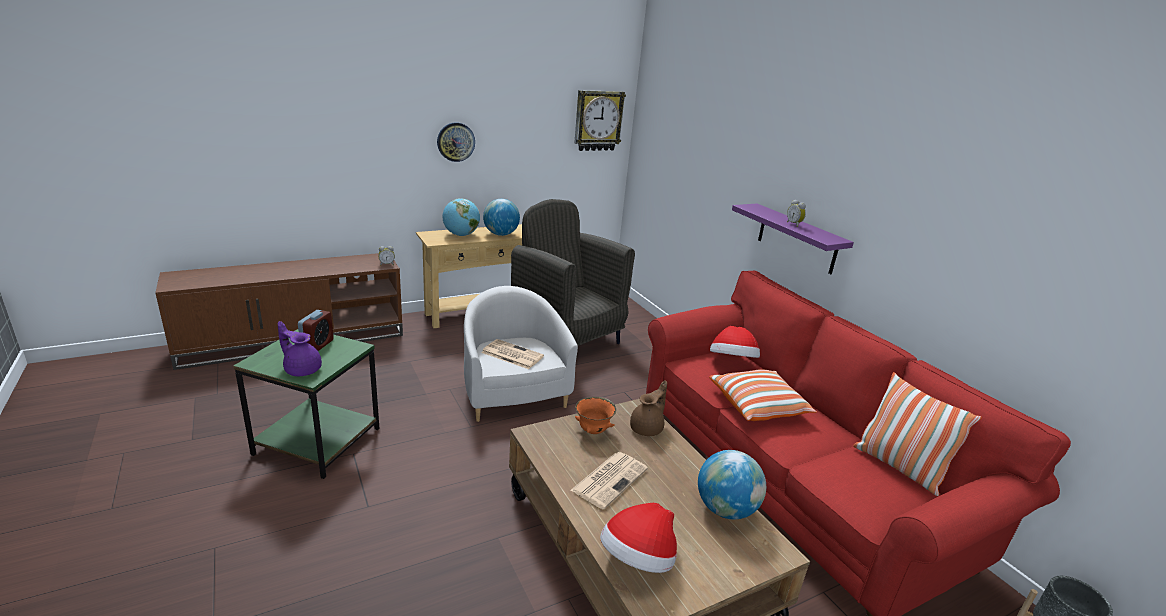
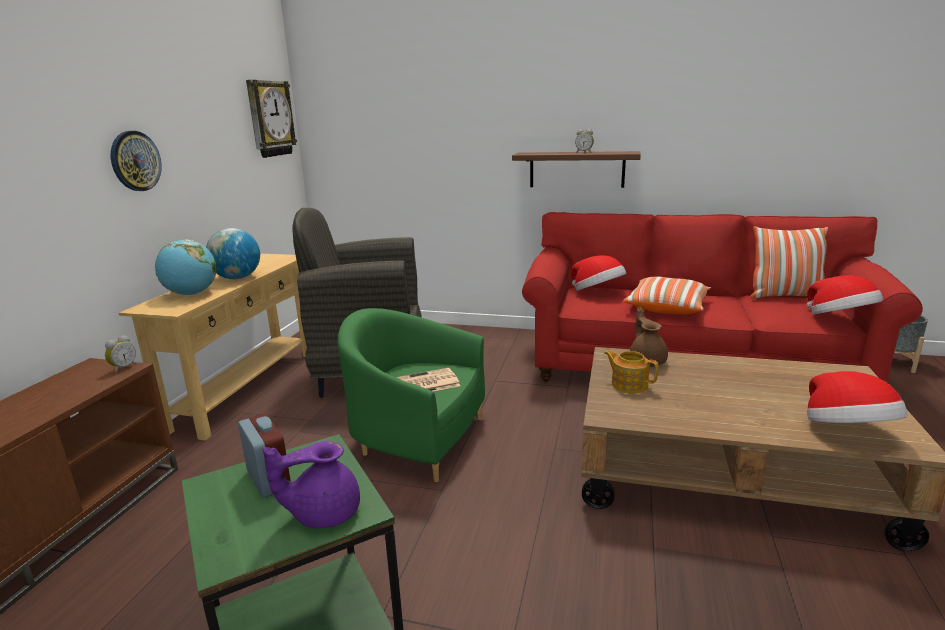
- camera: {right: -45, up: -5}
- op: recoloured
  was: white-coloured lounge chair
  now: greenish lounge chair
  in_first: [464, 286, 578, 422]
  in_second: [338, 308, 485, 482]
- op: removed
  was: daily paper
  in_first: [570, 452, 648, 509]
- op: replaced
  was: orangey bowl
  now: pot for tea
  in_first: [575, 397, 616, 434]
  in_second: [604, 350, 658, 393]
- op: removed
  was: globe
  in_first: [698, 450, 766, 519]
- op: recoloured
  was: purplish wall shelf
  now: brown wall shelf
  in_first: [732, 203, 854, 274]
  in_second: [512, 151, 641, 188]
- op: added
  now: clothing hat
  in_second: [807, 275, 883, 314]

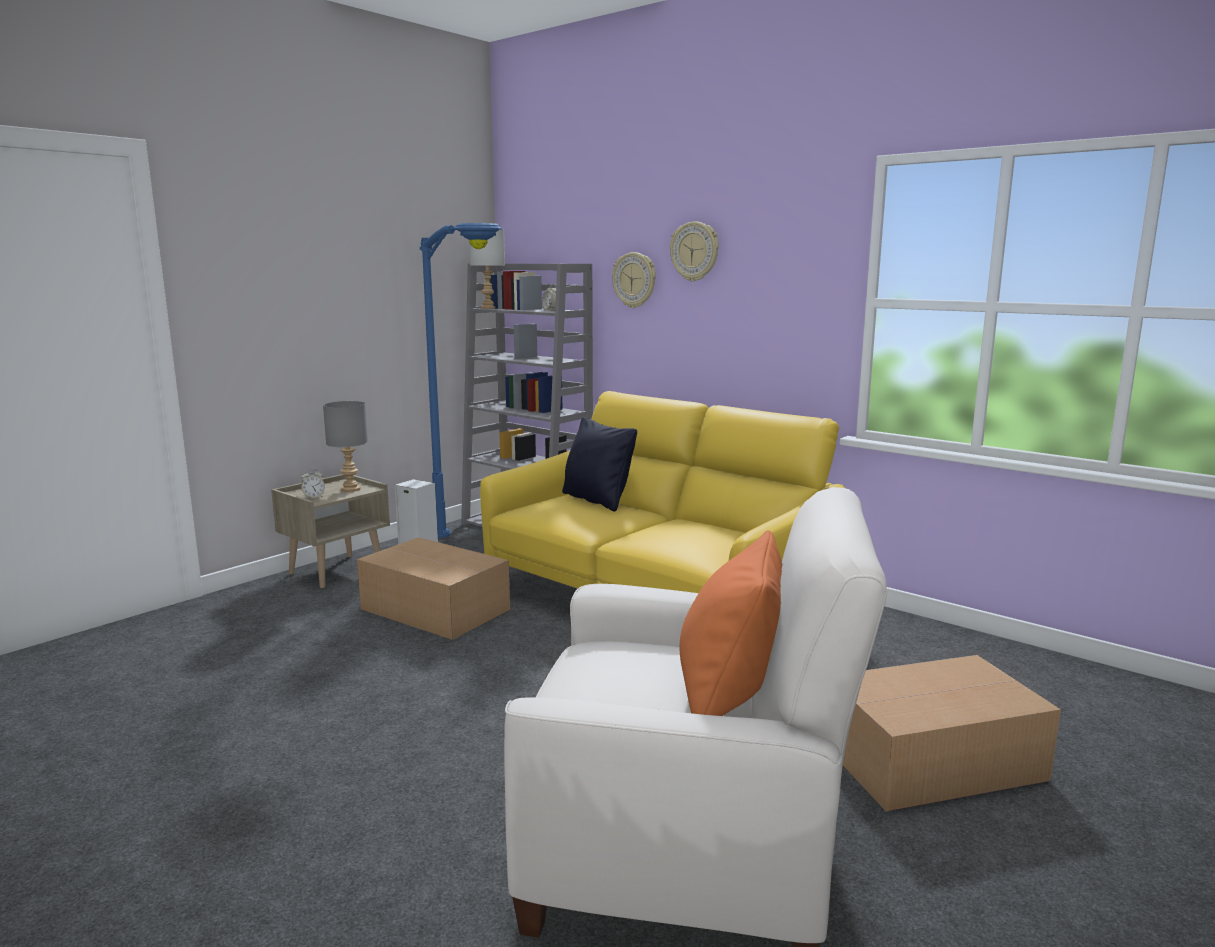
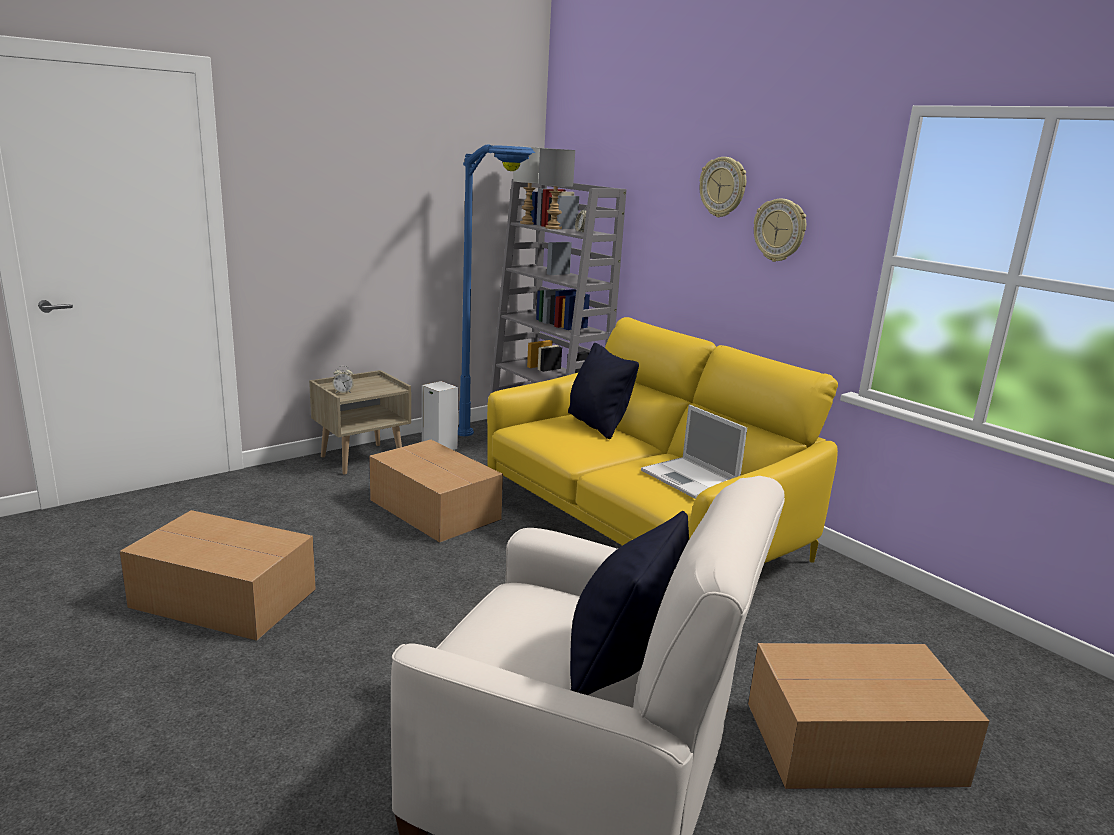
- camera: {right: 10, up: 5}
- op: moved
  was: gray tabletop lamp
  in_first: [323, 401, 368, 492]
  in_second: [538, 148, 575, 229]
- op: moved
  was: clock on the wall
  in_first: [612, 252, 656, 308]
  in_second: [754, 199, 806, 262]
- op: recoloured
  was: orangey pillow
  now: black pillow
  in_first: [680, 530, 782, 716]
  in_second: [570, 511, 689, 695]
- op: added
  now: packing box
  in_second: [120, 510, 316, 641]
- op: added
  now: laptop
  in_second: [641, 405, 747, 499]

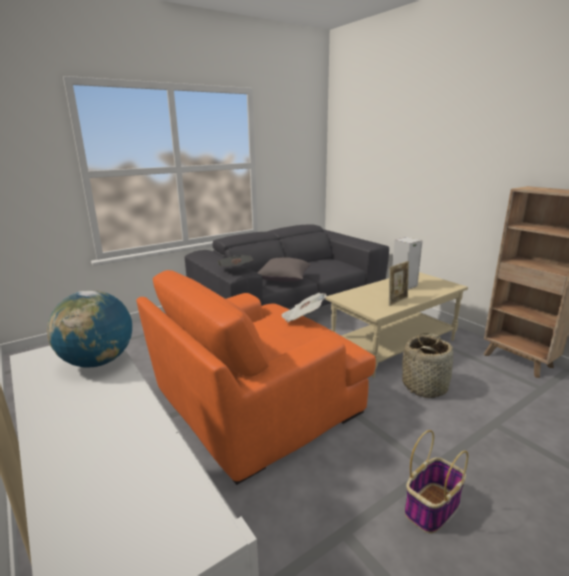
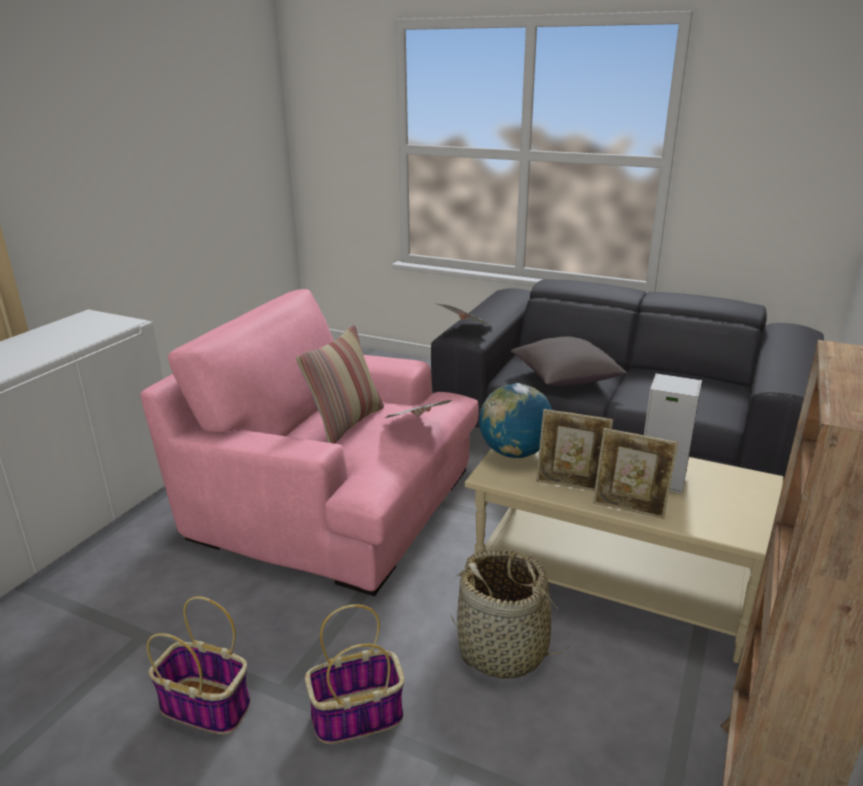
- camera: {right: 60, up: 5}
- op: moved
  was: globe
  in_first: [47, 290, 132, 368]
  in_second: [479, 383, 552, 458]
- op: recoloured
  was: orangey lounge chair
  now: pink-coloured lounge chair
  in_first: [137, 270, 376, 485]
  in_second: [140, 289, 479, 596]
- op: added
  now: pillow
  in_second: [296, 325, 384, 443]
- op: added
  now: storage basket
  in_second: [305, 604, 404, 744]
- op: added
  now: photo frame
  in_second: [593, 428, 679, 519]

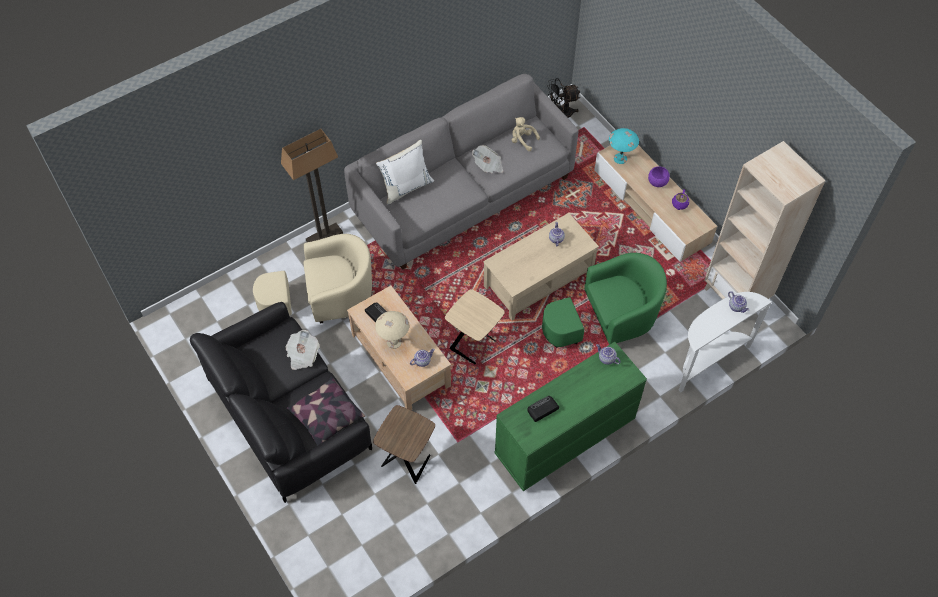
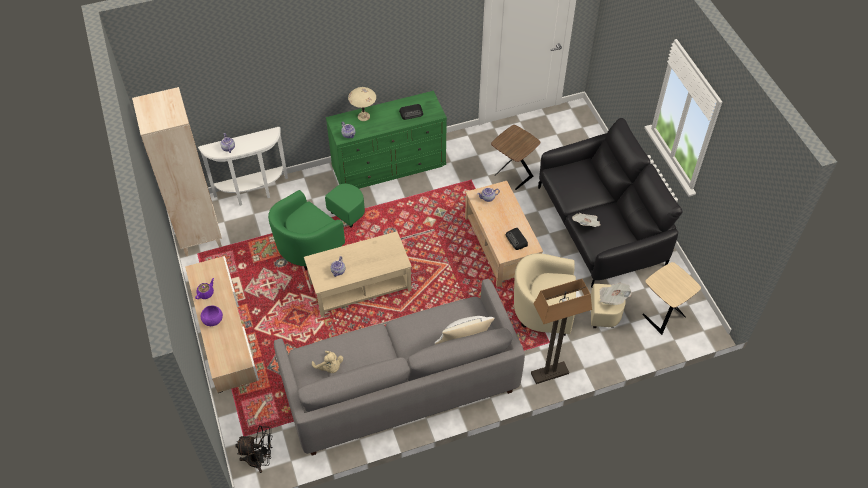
- camera: {right: -165, up: -5}
- op: removed
  was: pillow
  in_first: [287, 376, 365, 445]
- op: moved
  was: beige tabletop lamp
  in_first: [375, 311, 409, 349]
  in_second: [348, 87, 376, 121]
- op: moved
  was: beige end table
  in_first: [445, 289, 505, 364]
  in_second: [642, 262, 701, 335]
- op: moved
  was: daily paper
  in_first: [472, 145, 503, 173]
  in_second: [599, 283, 632, 305]
- op: turned
  was: greenish lounge chair
  in_first: [542, 253, 667, 348]
  in_second: [268, 184, 365, 270]
  clockwise: -45
- op: removed
  was: turquoise tabletop lamp
  in_first: [609, 128, 639, 164]

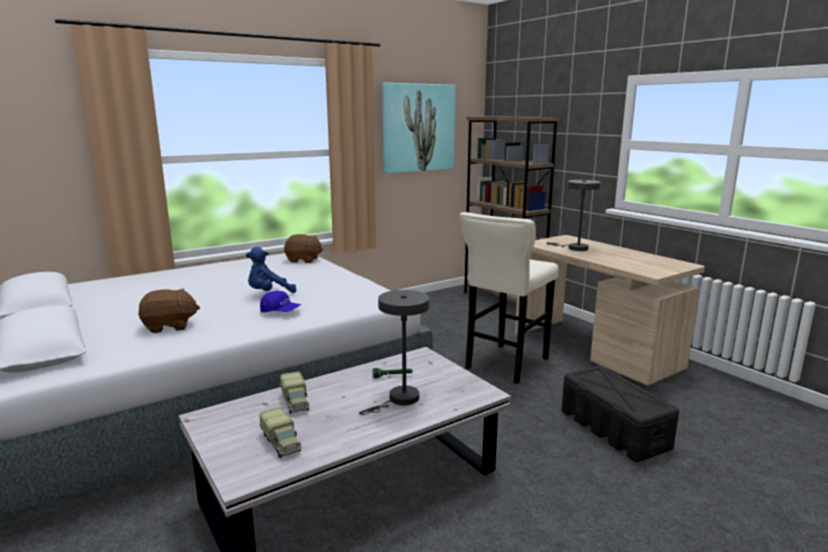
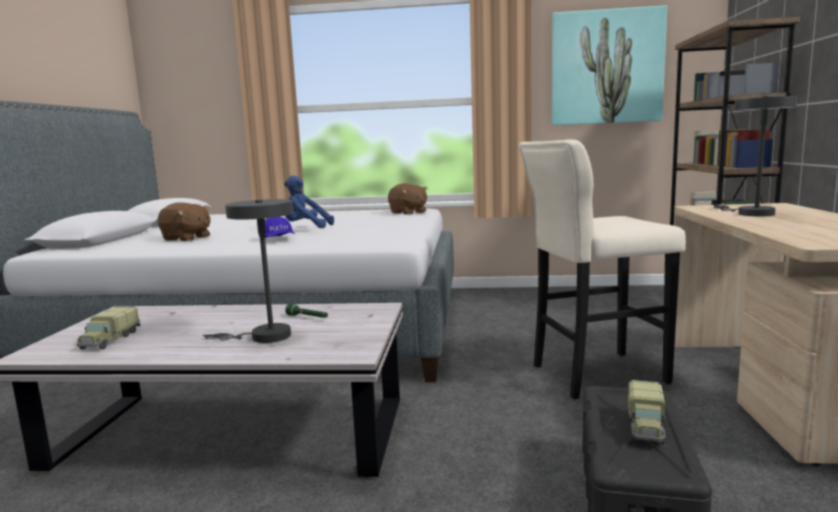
- camera: {right: 40, up: -5}
- op: moved
  was: toy truck
  in_first: [280, 371, 310, 414]
  in_second: [628, 380, 665, 444]

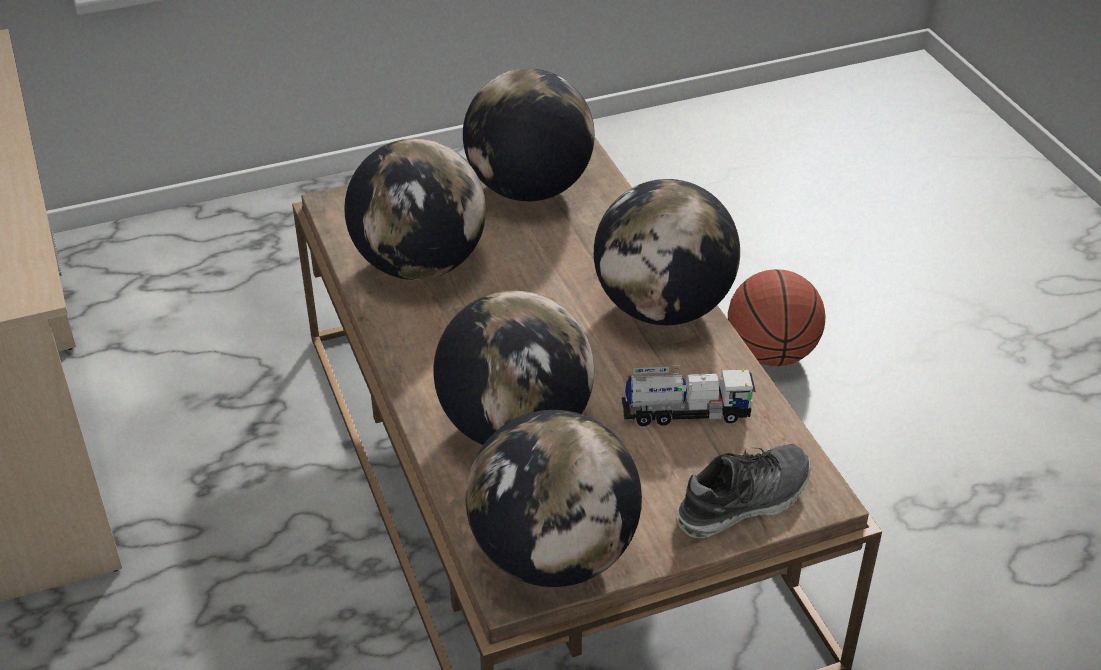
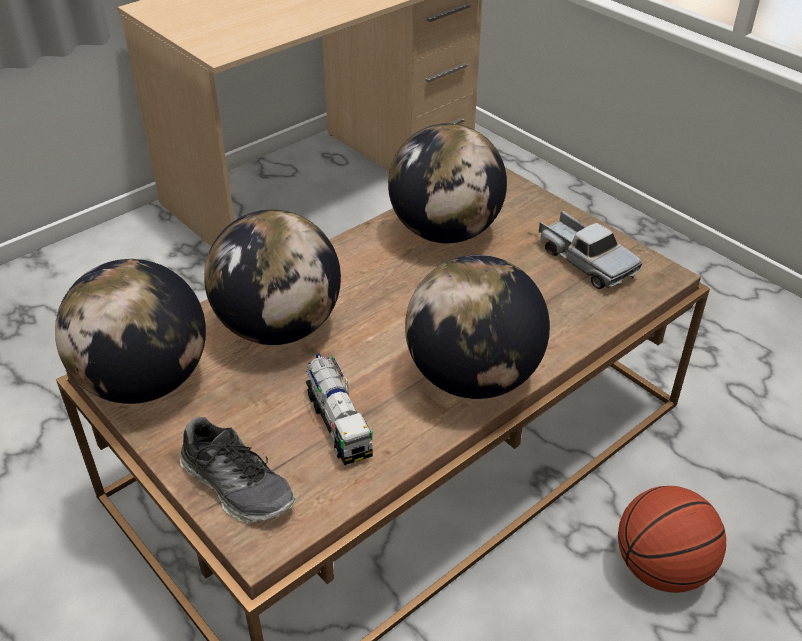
- camera: {right: 70, up: 0}
- op: replaced
  was: globe
  now: toy truck
  in_first: [463, 68, 595, 201]
  in_second: [539, 211, 642, 289]

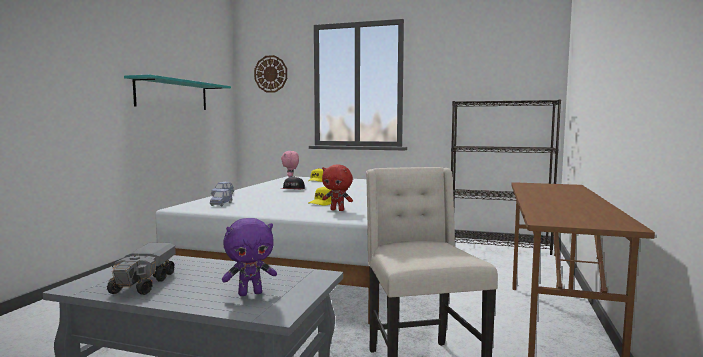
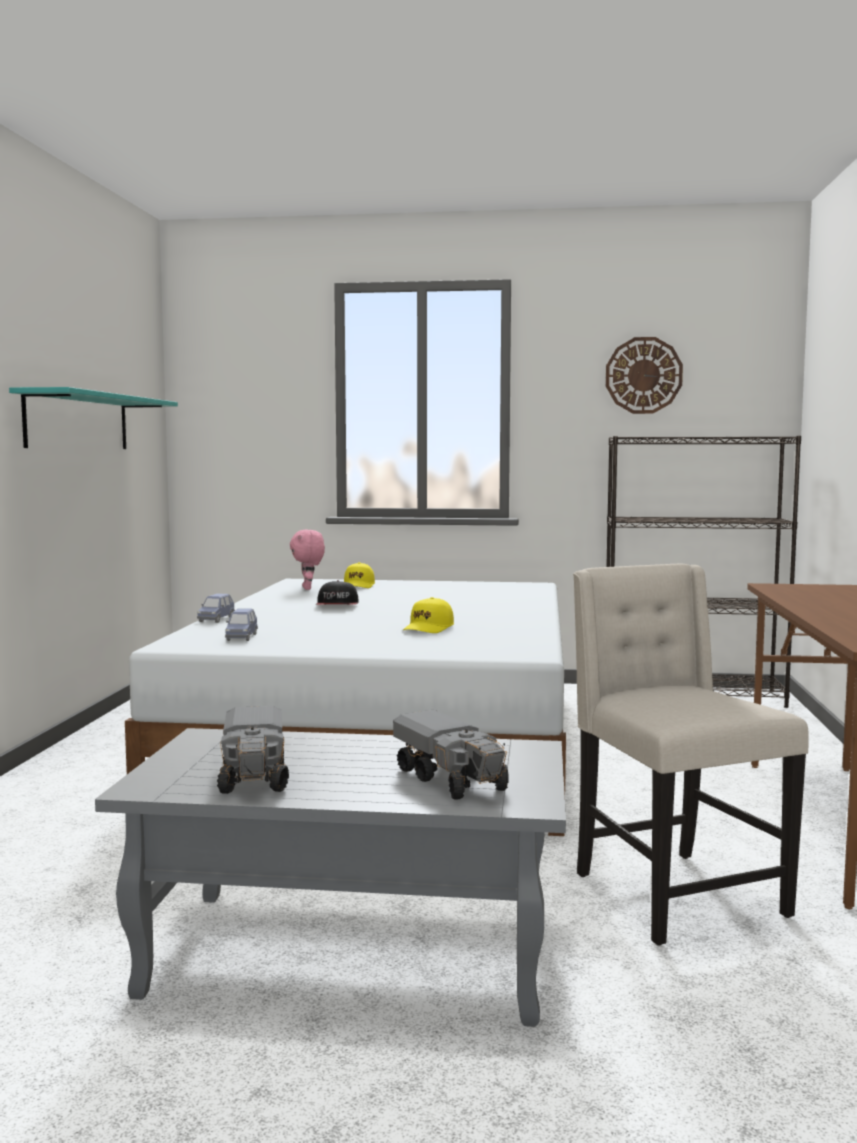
- camera: {right: -10, up: 0}
- op: replaced
  was: purplish plush toy
  now: toy truck
  in_first: [222, 218, 277, 296]
  in_second: [393, 710, 509, 800]
- op: moved
  was: clock on the wall
  in_first: [254, 55, 287, 93]
  in_second: [606, 337, 683, 414]
- op: removed
  was: reddish plush toy
  in_first: [322, 165, 353, 211]

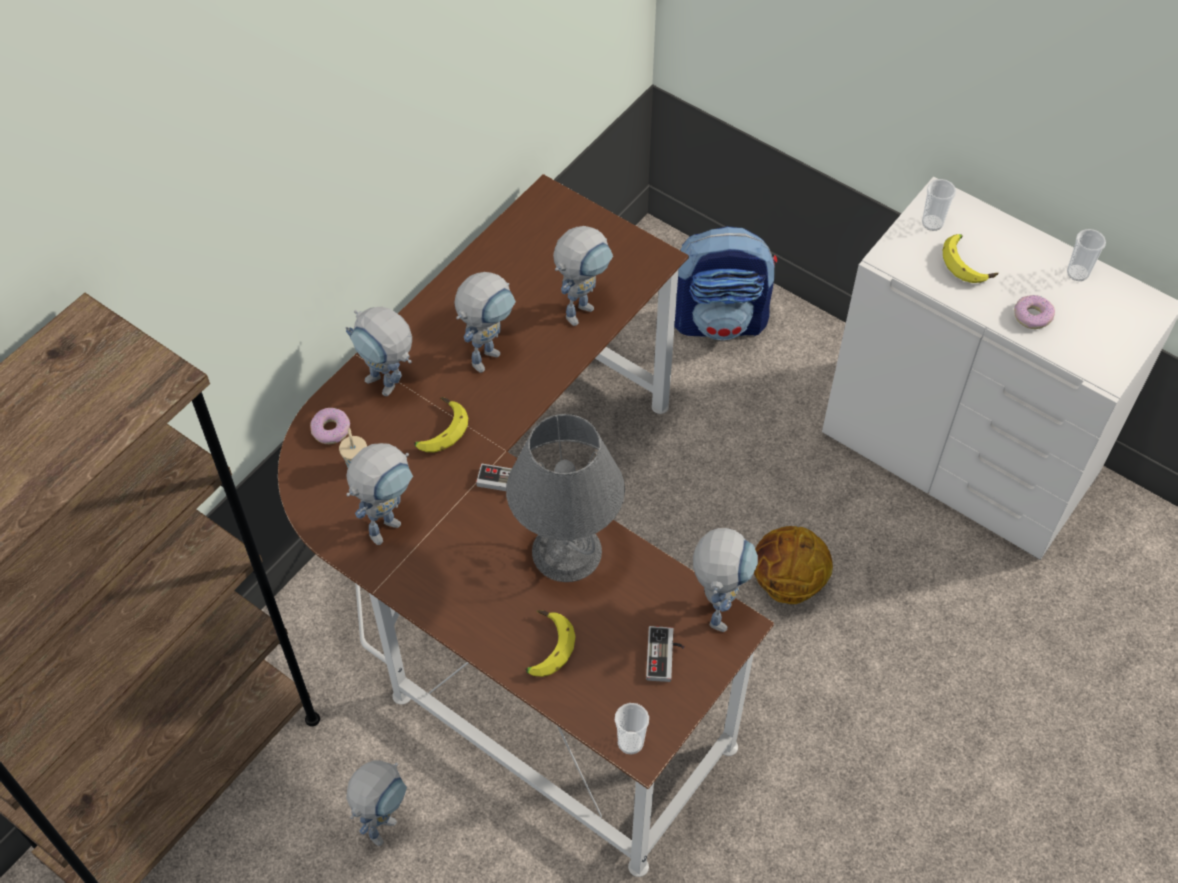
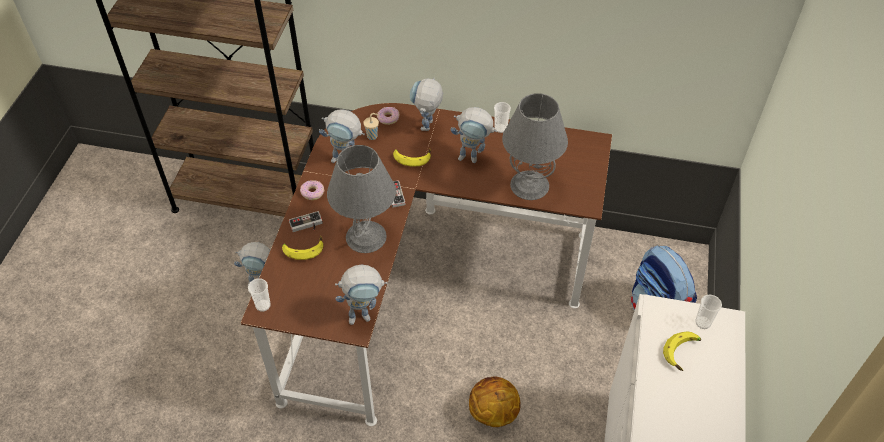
- camera: {right: 65, up: -5}
- op: replaced
  was: toy robot
  now: gray tabletop lamp
  in_first: [553, 226, 613, 326]
  in_second: [502, 93, 568, 200]
- op: moved
  was: game controller
  in_first: [646, 626, 685, 682]
  in_second: [289, 211, 323, 232]
- op: moved
  was: donut
  in_first: [1014, 295, 1055, 329]
  in_second: [300, 180, 324, 200]
- op: moved
  was: small cup
  in_first: [1067, 229, 1106, 281]
  in_second: [494, 102, 511, 133]

